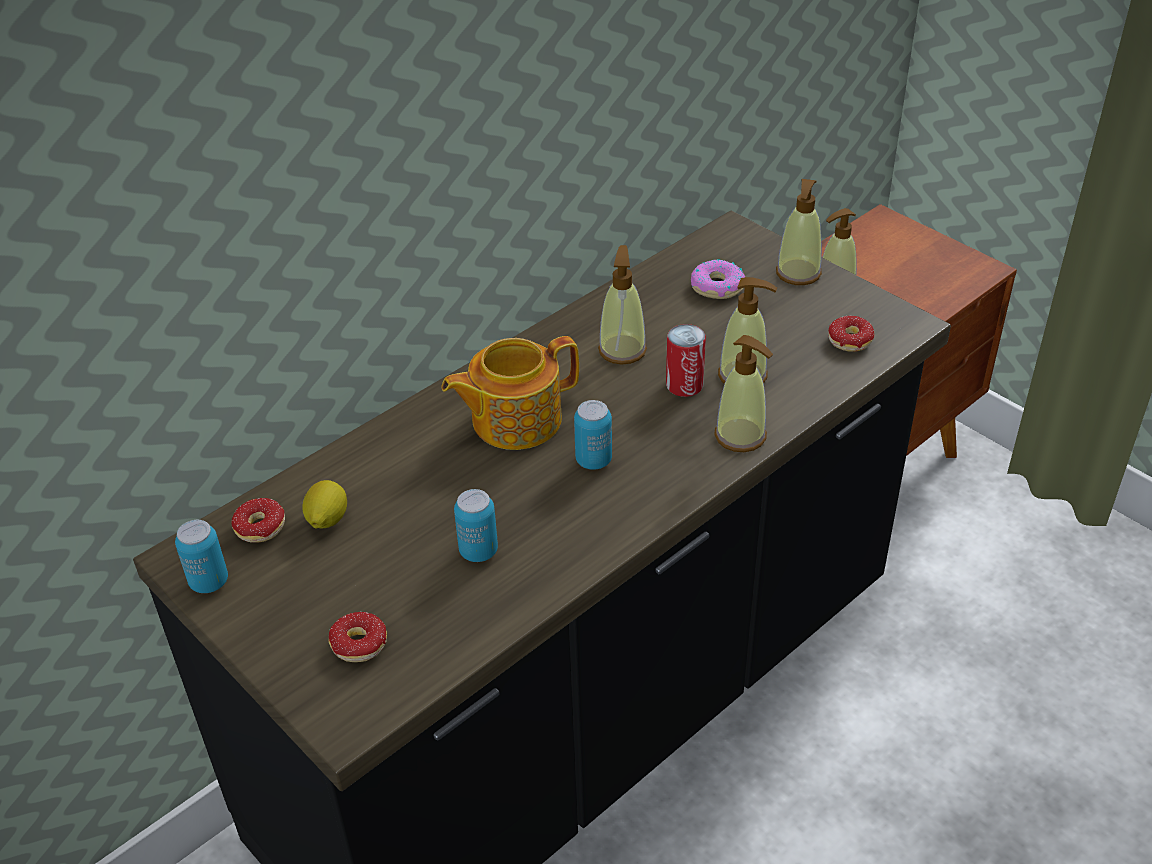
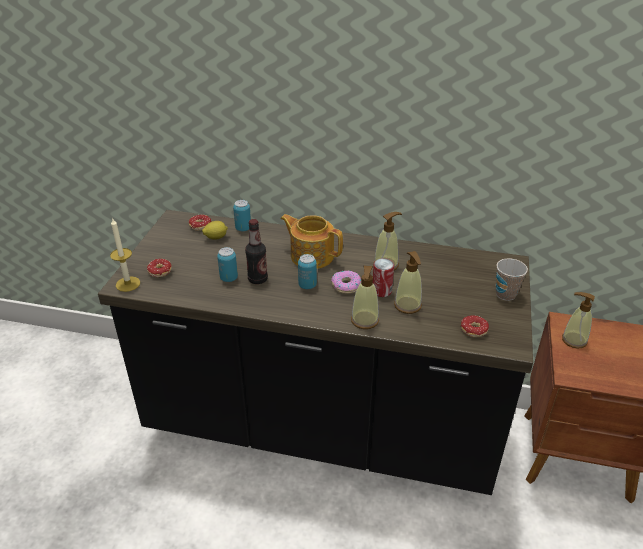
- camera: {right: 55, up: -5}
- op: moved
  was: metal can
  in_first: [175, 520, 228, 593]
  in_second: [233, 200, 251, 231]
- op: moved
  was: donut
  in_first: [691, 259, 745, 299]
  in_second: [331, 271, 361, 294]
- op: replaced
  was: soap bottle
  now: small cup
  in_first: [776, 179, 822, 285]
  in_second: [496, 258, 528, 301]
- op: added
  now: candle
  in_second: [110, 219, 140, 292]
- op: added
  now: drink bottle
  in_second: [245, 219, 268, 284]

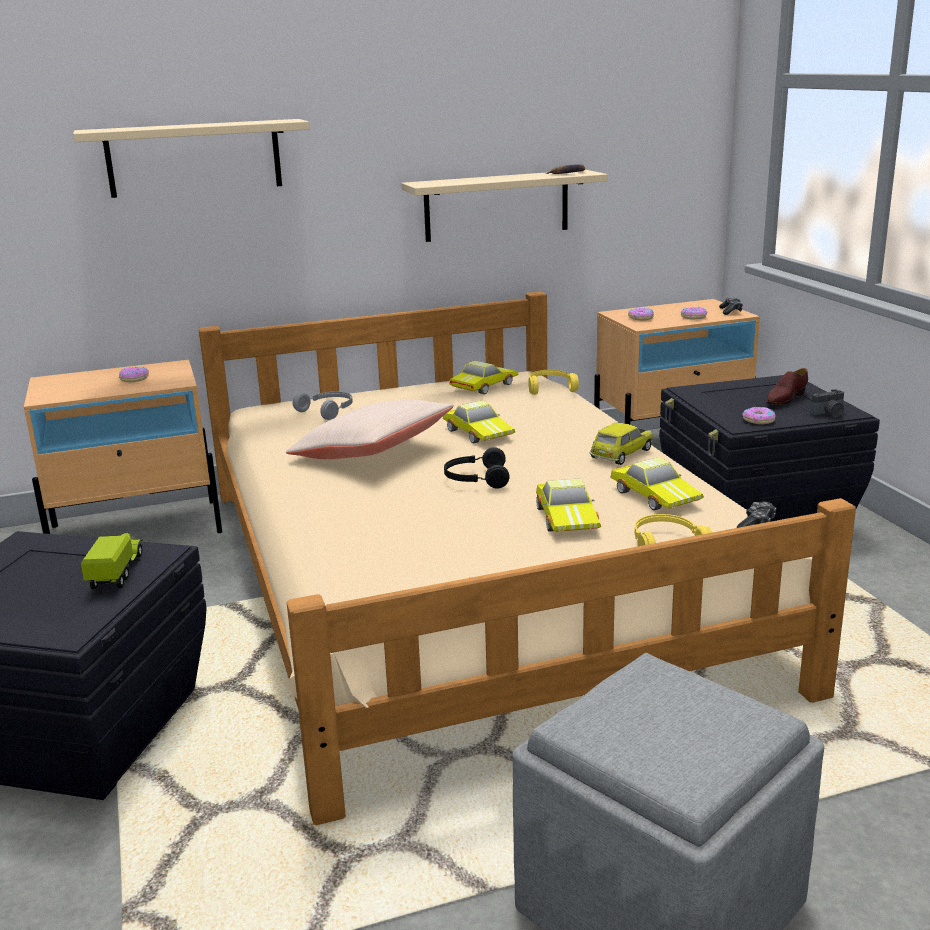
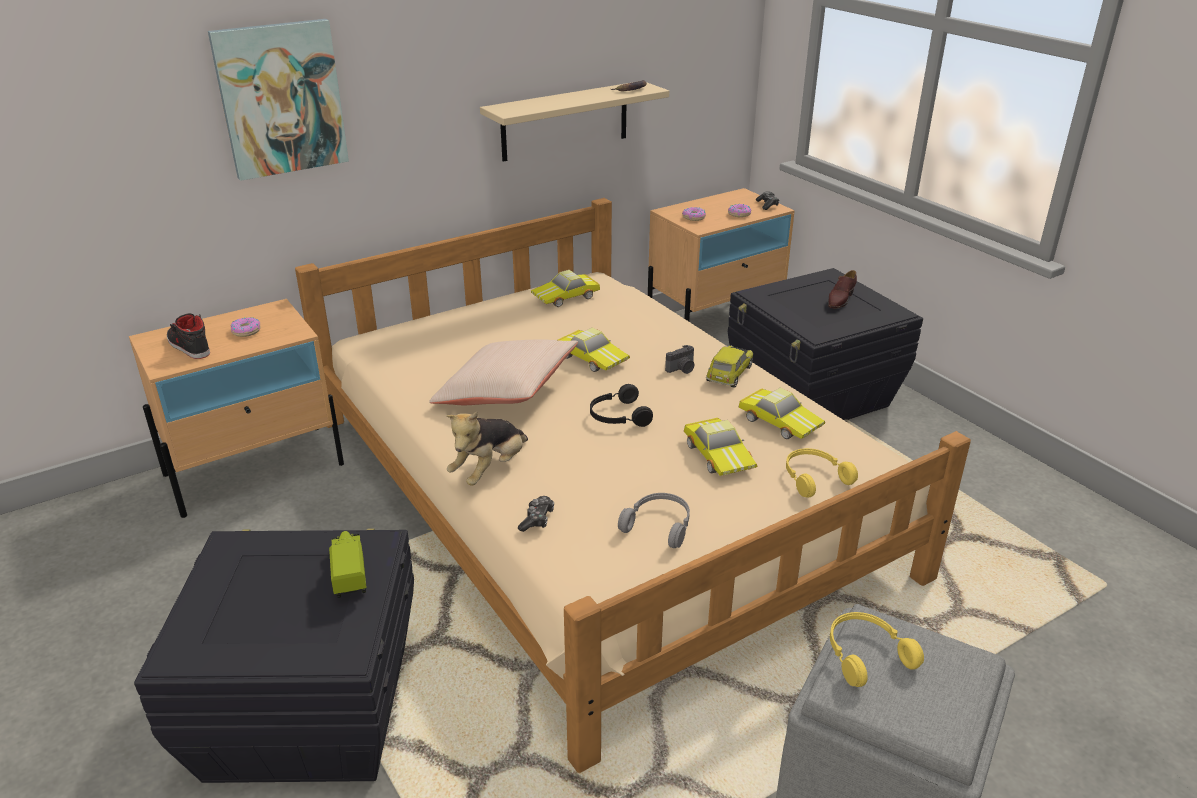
- camera: {right: -15, up: 10}
- op: replaced
  was: beige wall shelf
  now: wall picture
  in_first: [73, 119, 310, 198]
  in_second: [208, 19, 349, 181]
- op: moved
  was: gray pair of headphones
  in_first: [293, 391, 353, 420]
  in_second: [618, 493, 690, 548]
- op: turned
  was: model car
  in_first: [449, 361, 519, 394]
  in_second: [531, 270, 600, 307]
  clockwise: -150
- op: moved
  was: yellowish pair of headphones
  in_first: [528, 370, 579, 395]
  in_second: [830, 612, 924, 687]
- op: moved
  was: game controller
  in_first: [737, 502, 776, 528]
  in_second: [518, 496, 554, 532]
- op: removed
  was: donut
  in_first: [742, 407, 776, 424]
- op: moved
  was: photo camera
  in_first: [811, 389, 844, 418]
  in_second: [665, 345, 694, 374]
- op: added
  now: black low shoe
  in_second: [167, 313, 210, 359]
- op: added
  now: plush toy
  in_second: [446, 412, 528, 486]

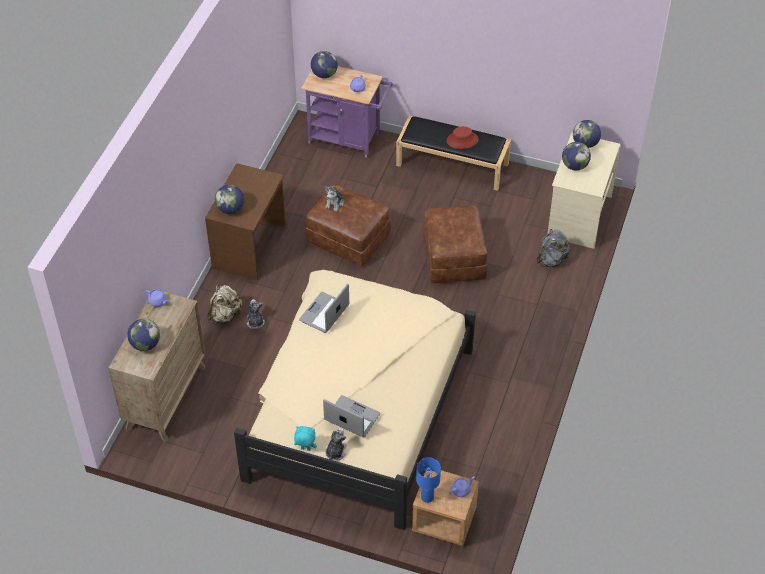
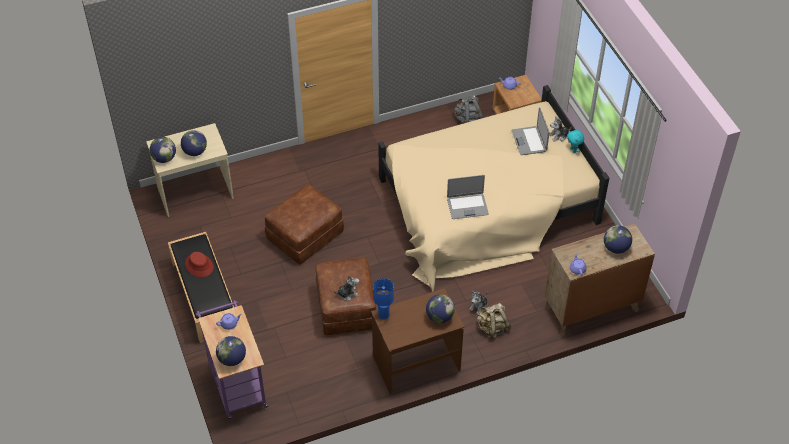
- camera: {right: -130, up: 0}
- op: moved
  was: blue-coloured tabletop lamp
  in_first: [416, 458, 441, 503]
  in_second: [373, 278, 394, 319]
- op: moved
  was: gray rucksack
  in_first: [537, 229, 570, 267]
  in_second: [454, 95, 483, 124]

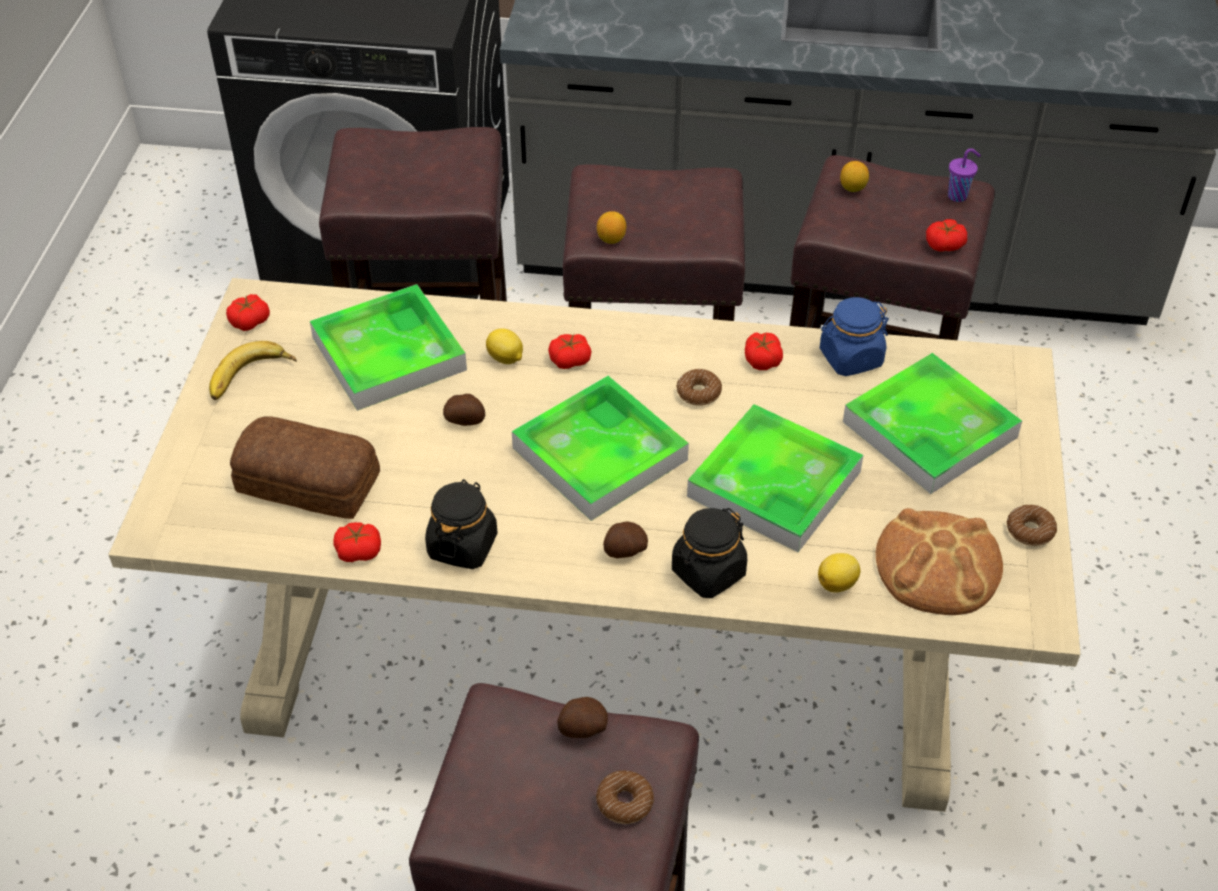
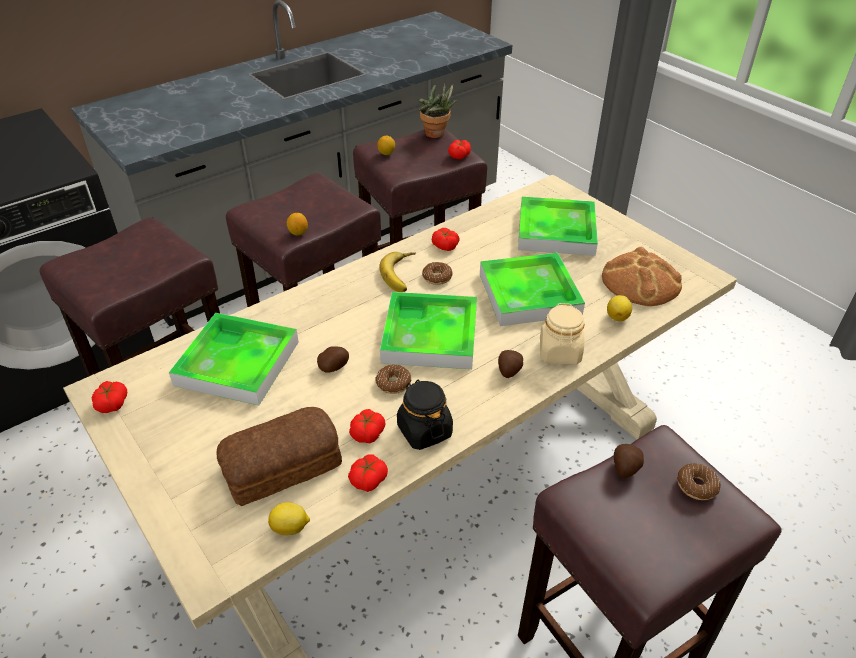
- camera: {right: -45, up: -5}
- op: moved
  was: banana
  in_first: [209, 341, 297, 400]
  in_second: [379, 252, 416, 292]
- op: moved
  was: whole lemon
  in_first: [486, 328, 523, 364]
  in_second: [268, 502, 310, 535]
- op: moved
  was: tomato
  in_first: [548, 334, 591, 369]
  in_second: [349, 409, 385, 443]
- op: recoloured
  was: black preserve jar
  now: beige preserve jar
  in_first: [672, 508, 747, 598]
  in_second: [540, 303, 585, 365]
- op: removed
  was: blue-coloured preserve jar
  in_first: [820, 297, 889, 376]
- op: replaced
  was: purplish small cup
  now: plant in a pot
  in_first: [948, 148, 981, 202]
  in_second: [419, 83, 457, 138]
- op: moved
  was: donut
  in_first: [1007, 505, 1057, 546]
  in_second: [375, 364, 411, 394]

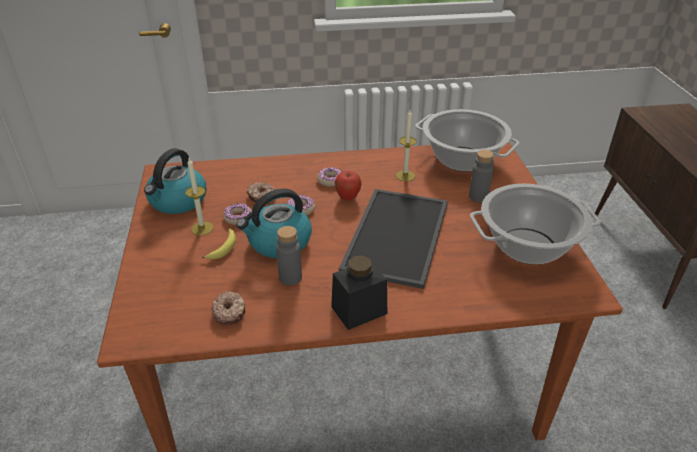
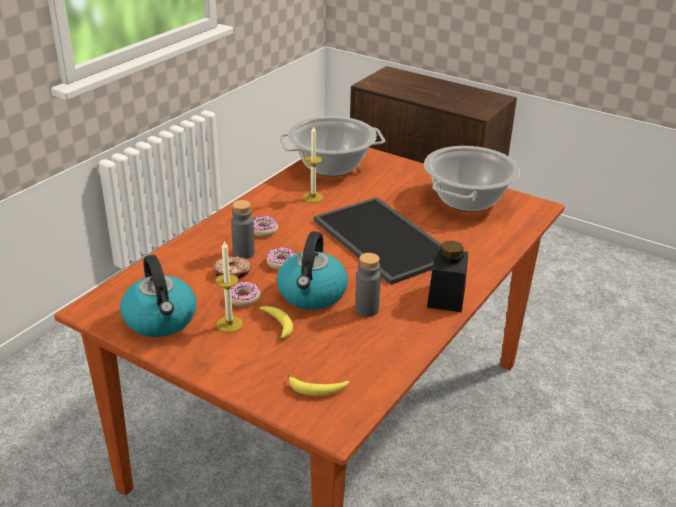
- camera: {right: -50, up: -5}
- op: removed
  was: donut
  in_first: [211, 291, 246, 325]
- op: removed
  was: apple
  in_first: [335, 170, 362, 201]
- op: moved
  was: gray drink bottle
  in_first: [469, 150, 494, 202]
  in_second: [231, 200, 255, 259]
- op: added
  now: banana
  in_second: [288, 374, 349, 396]

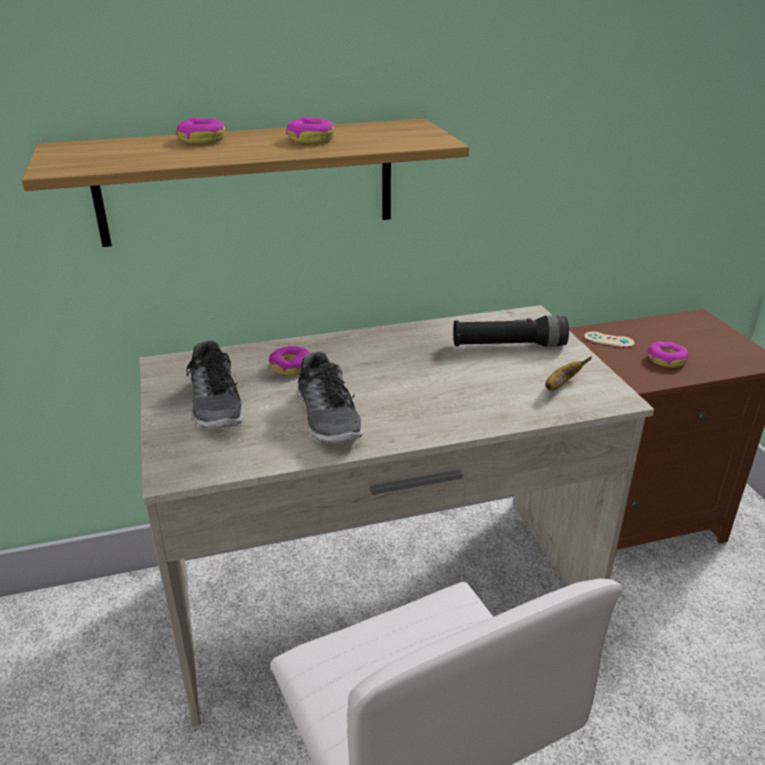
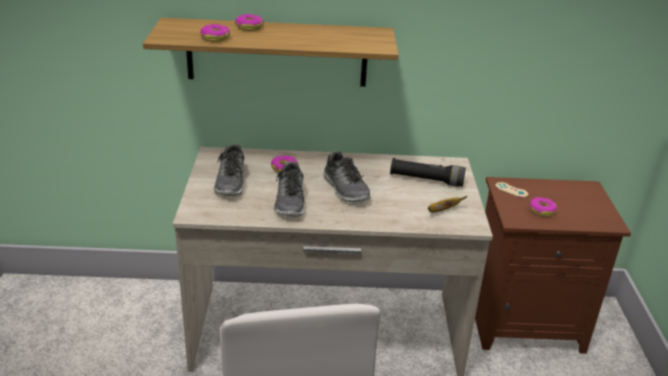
- camera: {right: 15, up: 0}
- op: moved
  was: donut
  in_first: [286, 117, 335, 144]
  in_second: [200, 24, 230, 42]
- op: added
  now: low shoe
  in_second: [323, 151, 371, 203]

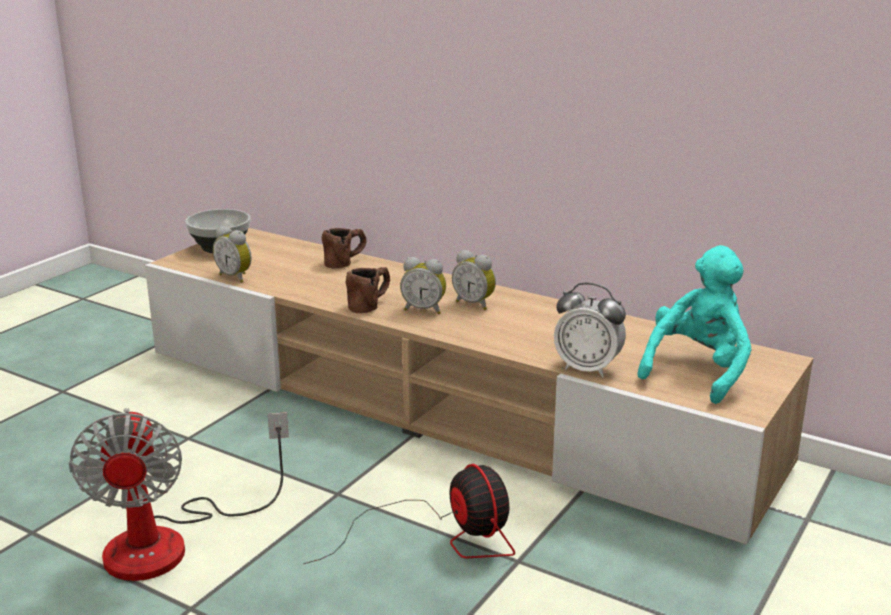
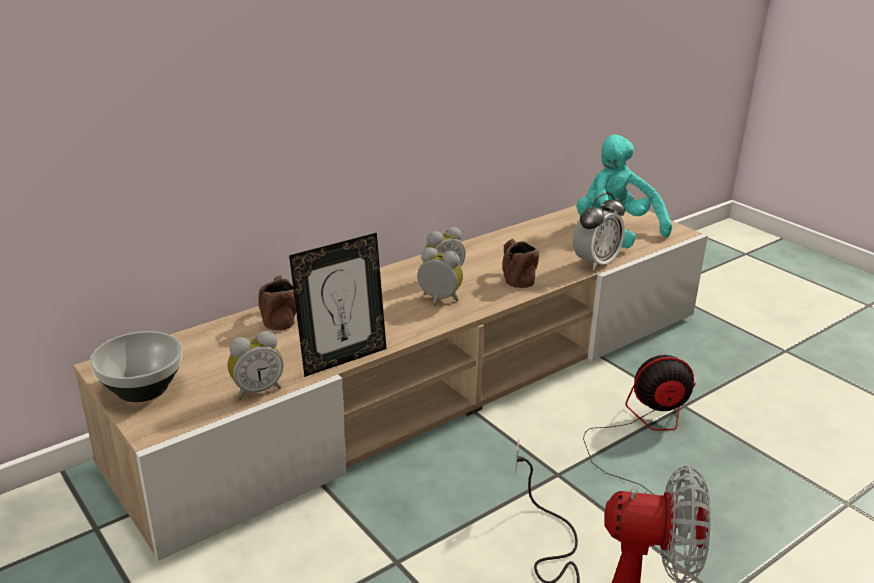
- camera: {right: -70, up: 5}
- op: moved
  was: brown coffee mug
  in_first: [346, 267, 390, 313]
  in_second: [502, 239, 539, 288]
- op: turned
  was: bedside clock
  in_first: [400, 257, 446, 314]
  in_second: [417, 247, 463, 306]
  clockwise: -105
- op: added
  now: photo frame
  in_second: [289, 233, 387, 377]

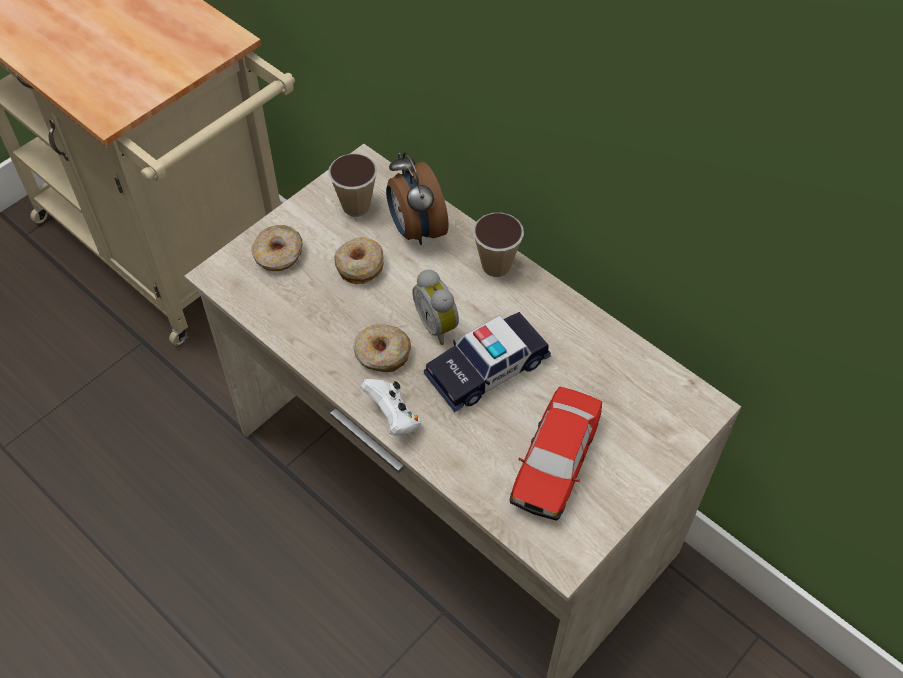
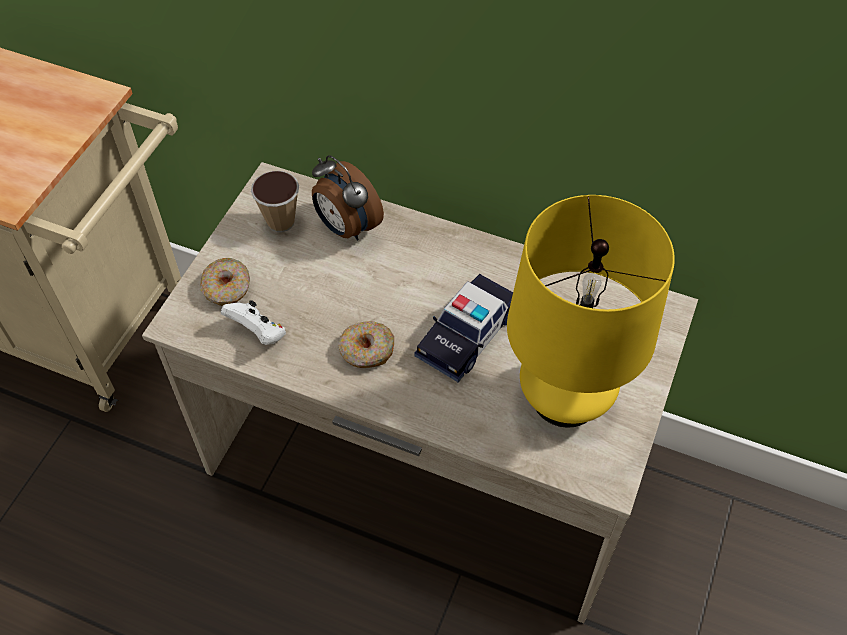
- camera: {right: -20, up: 0}
- op: removed
  was: donut
  in_first: [334, 237, 384, 284]
- op: moved
  was: white-coloured game controller
  in_first: [360, 379, 421, 435]
  in_second: [221, 300, 286, 345]
- op: removed
  was: bedside clock
  in_first: [412, 270, 459, 345]
- op: removed
  was: small cup
  in_first: [473, 213, 524, 277]
- op: replaced
  was: model car
  now: yellowish tabletop lamp
  in_first: [510, 386, 602, 521]
  in_second: [507, 195, 675, 428]

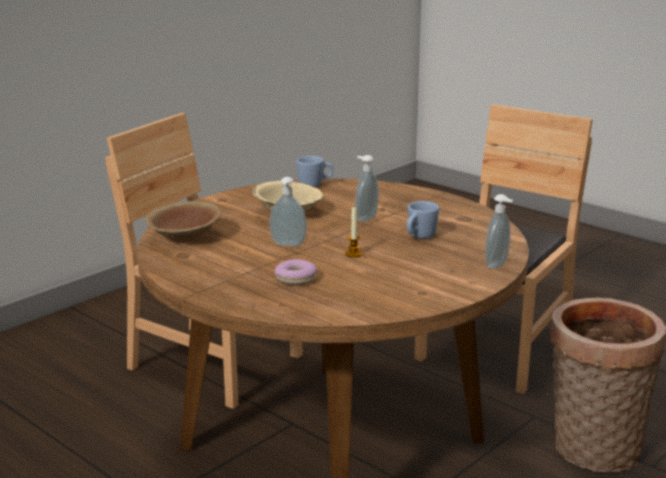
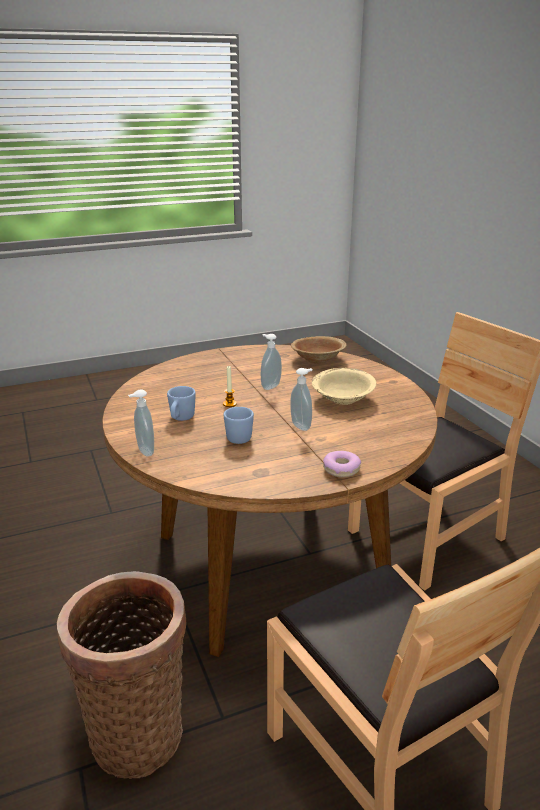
- camera: {right: 115, up: 5}
- op: moved
  was: donut
  in_first: [274, 259, 317, 285]
  in_second: [323, 451, 361, 478]
- op: moved
  was: blue-coloured coffee mug
  in_first: [296, 156, 333, 187]
  in_second: [167, 386, 196, 421]

